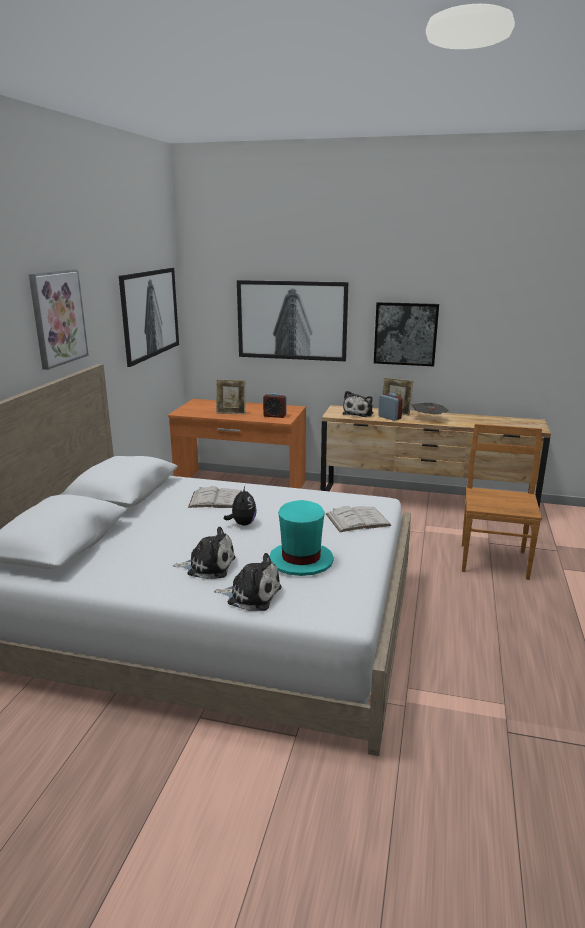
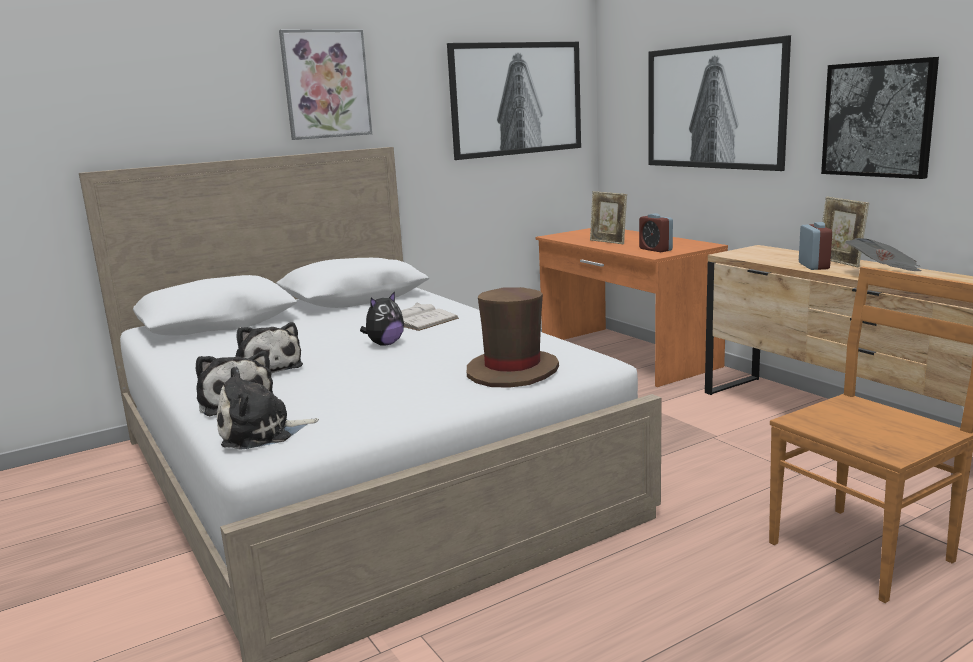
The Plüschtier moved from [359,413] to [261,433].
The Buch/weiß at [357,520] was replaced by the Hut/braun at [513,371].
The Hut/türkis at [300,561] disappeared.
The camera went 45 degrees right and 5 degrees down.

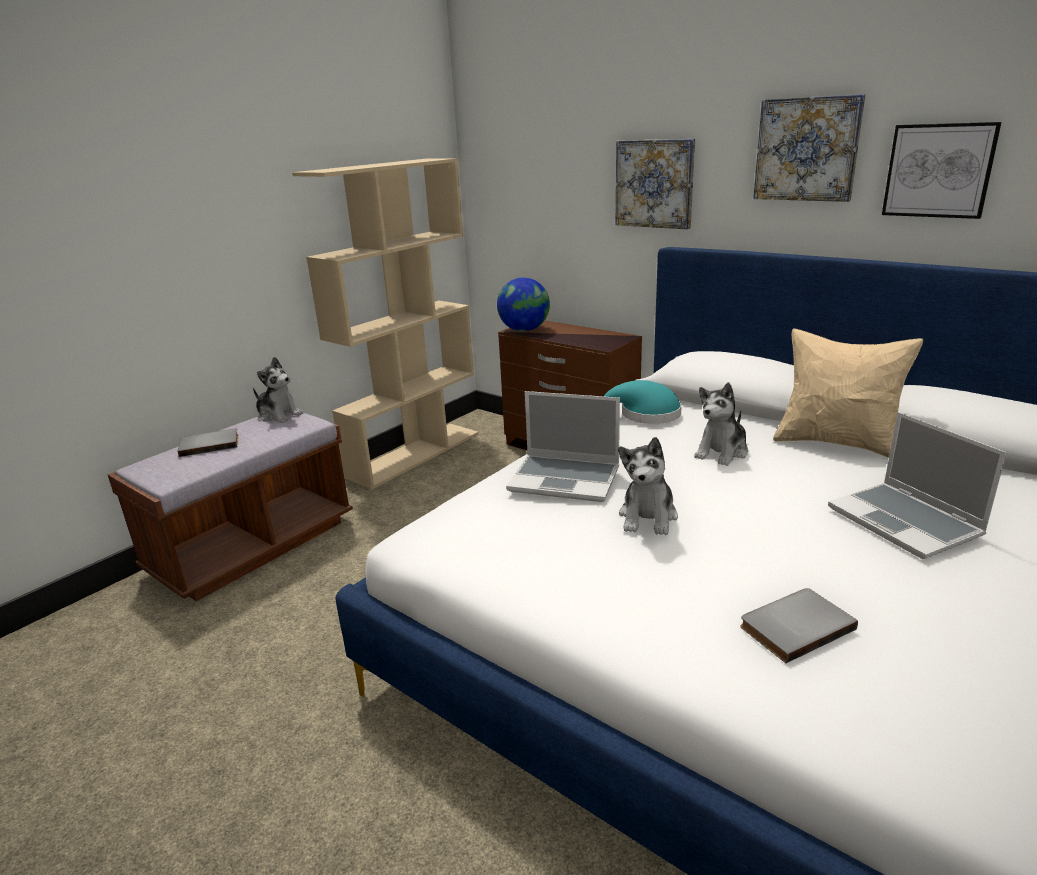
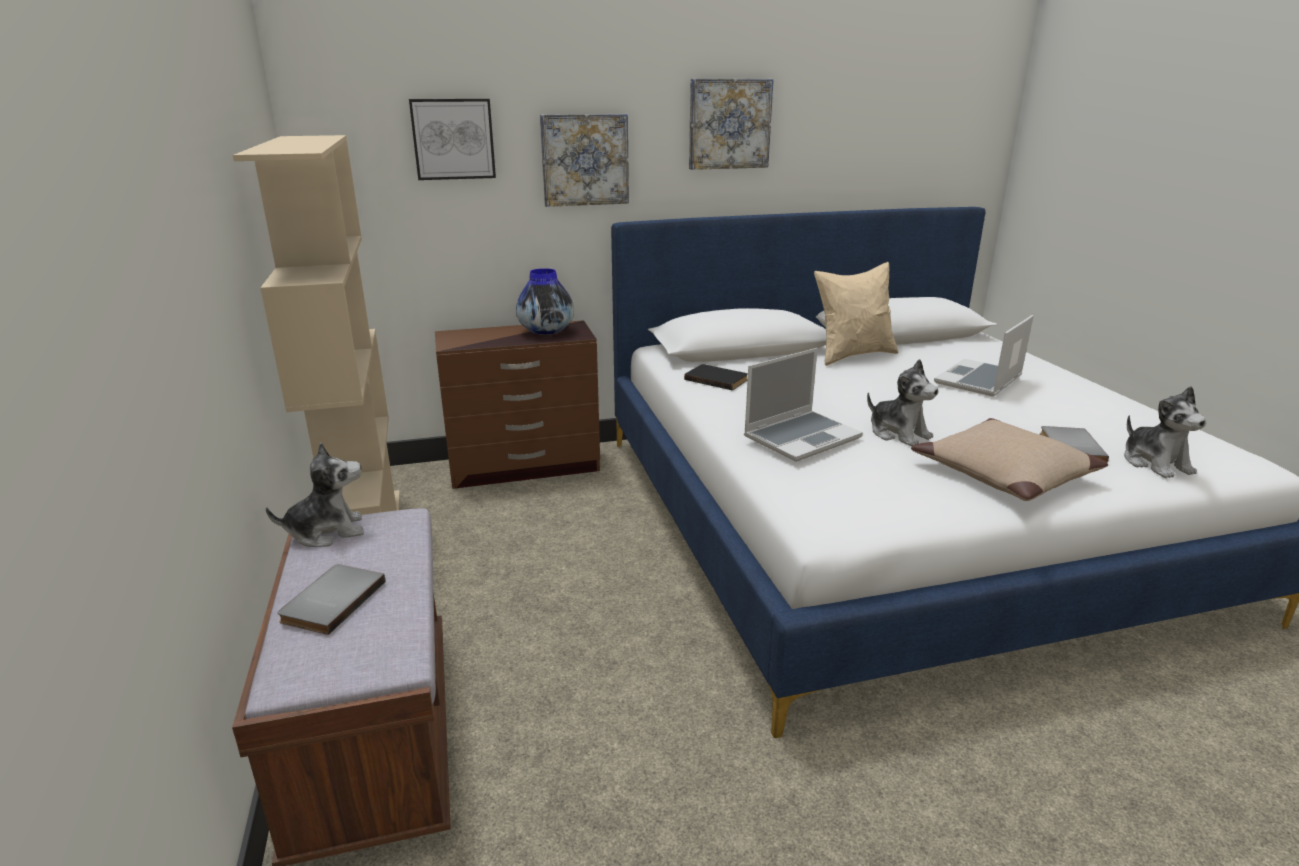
The Bild moved from [938,170] to [453,139].
The Vase at [546,331] appeared.
The Hut/türkis at [645,415] was replaced by the Buch/schwarz at [717,379].
The Kissen/beige at [1002,474] appeared.
The Laptop at [906,522] turned 120 degrees clockwise.
The Plüschtier moved from [722,452] to [1155,463].
The Globus at [524,330] disappeared.
The camera went 55 degrees left and 0 degrees up.

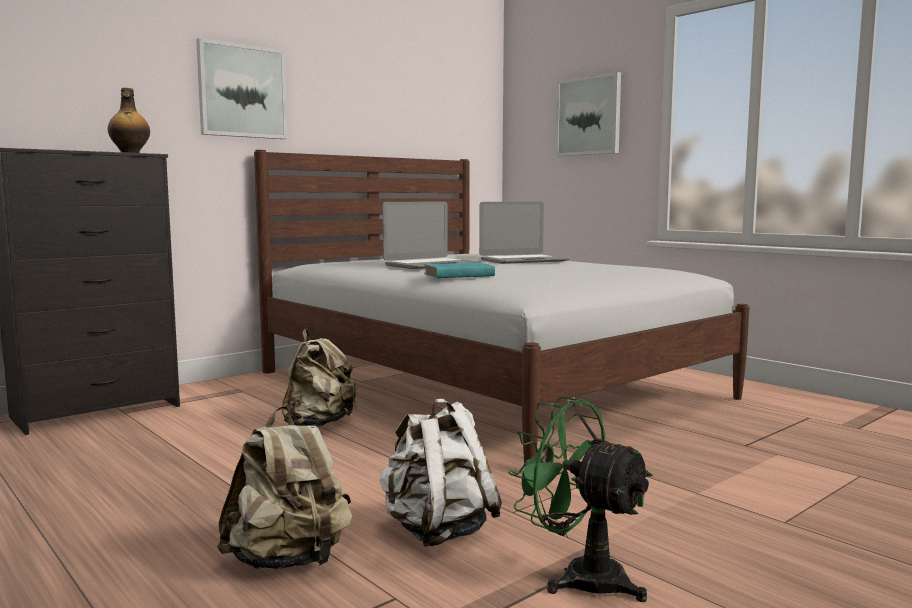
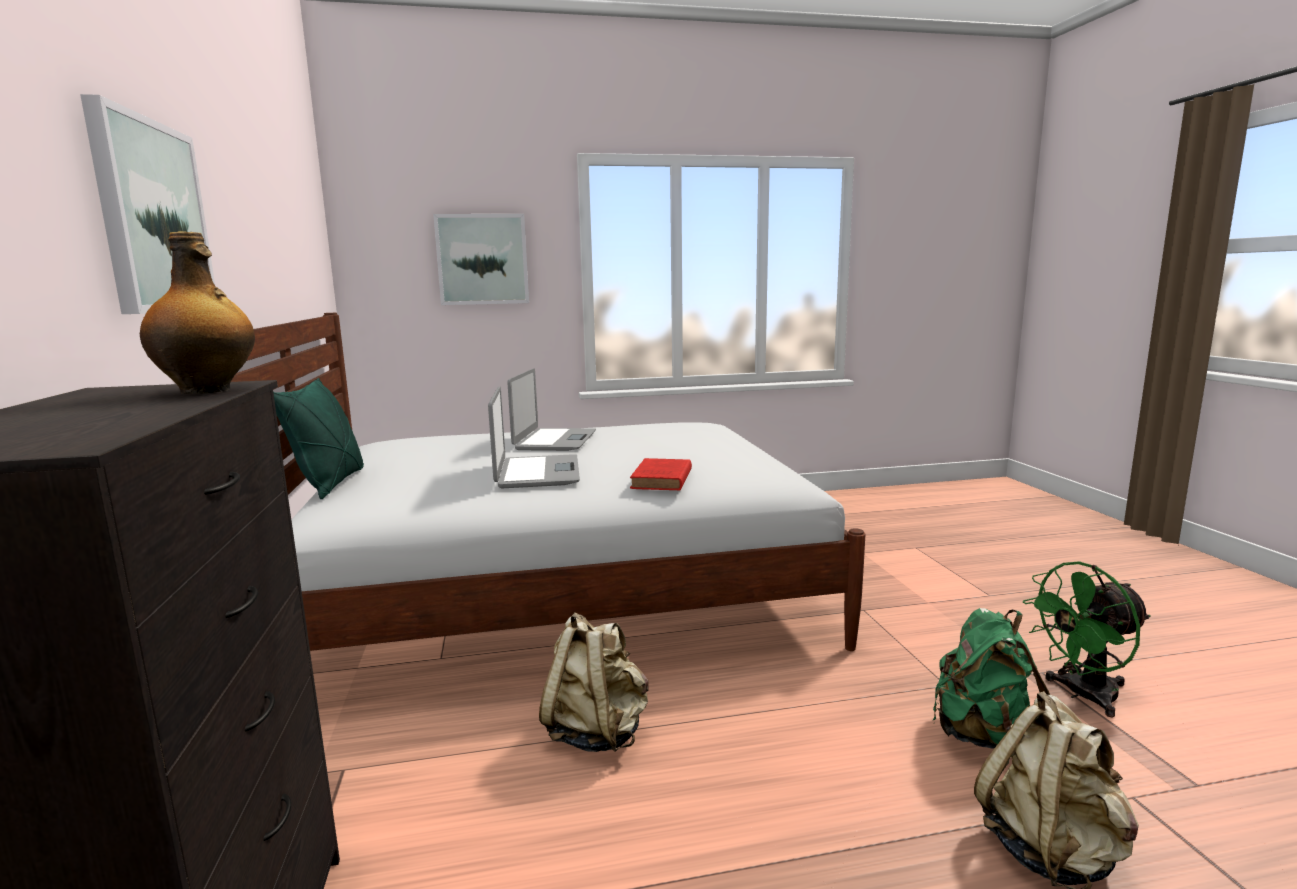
The Kissen/grün at [330,484] appeared.
The Buch/türkis at [457,275] became the Buch/rot at [661,480].
The Rucksack/weiß at [437,530] became the Rucksack/grün at [982,735].
The camera went 60 degrees left and 5 degrees up.

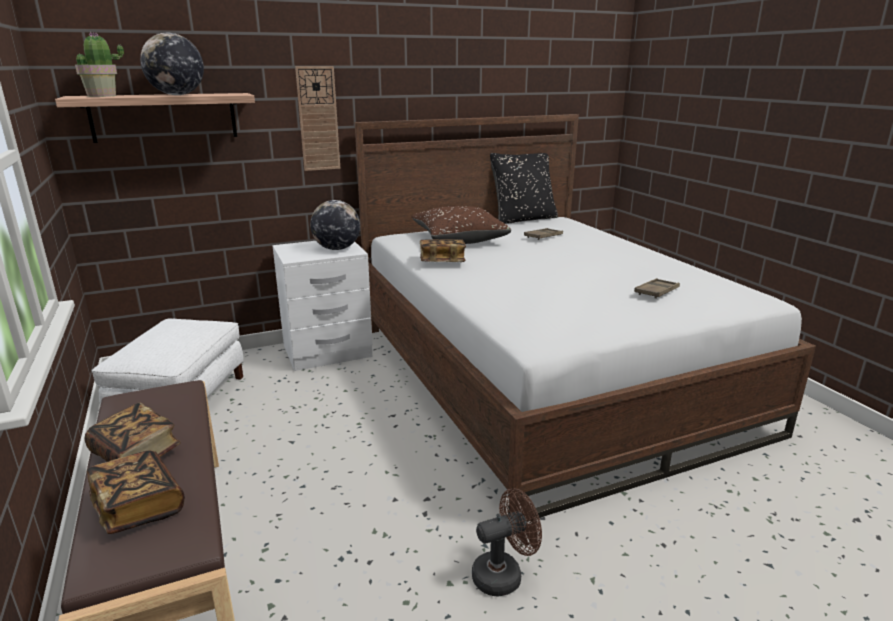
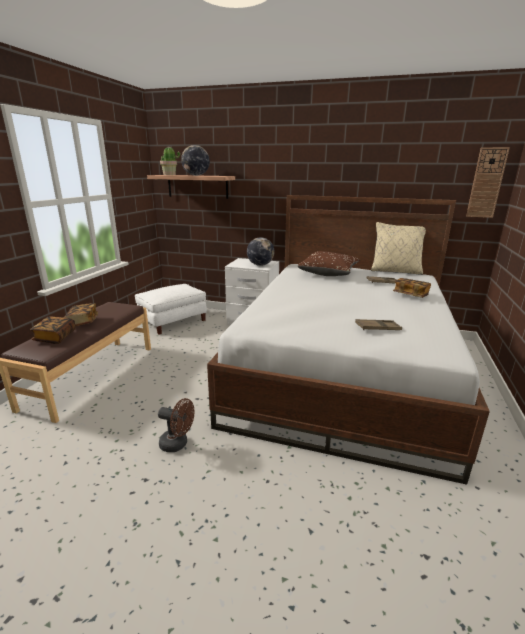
The Kissen/schwarz at [523,219] became the Kissen/beige at [395,271].
The Buch moved from [442,262] to [410,295].
The Wanduhr moved from [318,119] to [486,183].
The camera went 40 degrees right and 0 degrees up.

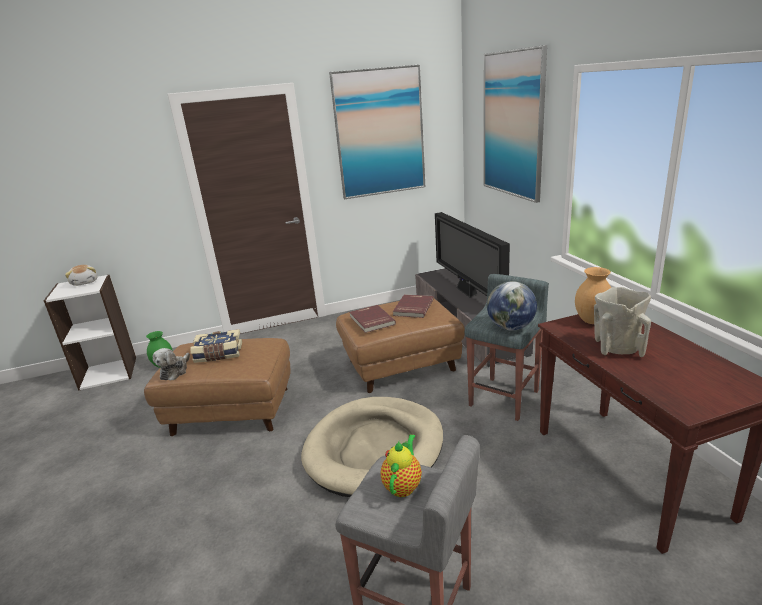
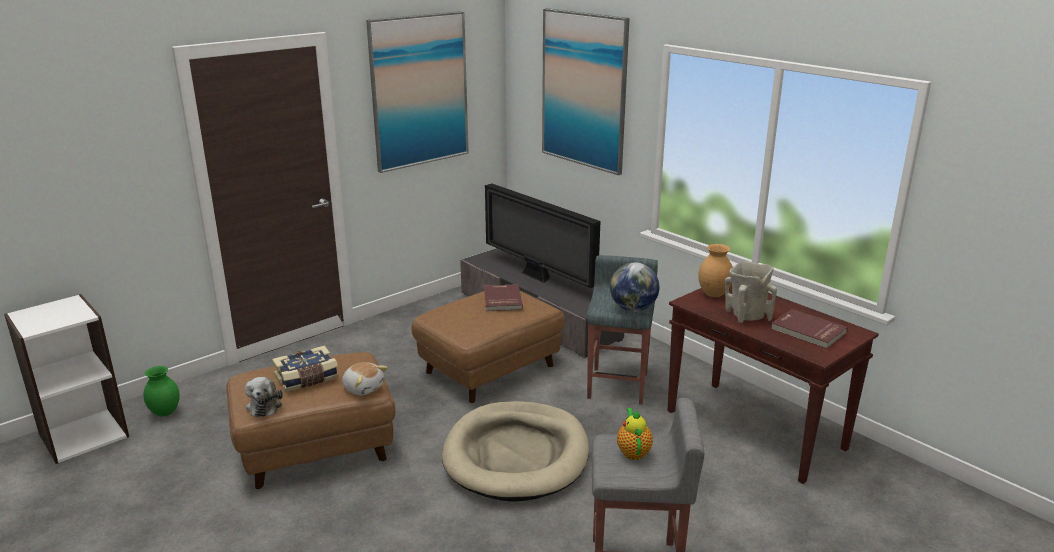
The Plüschtier moved from [85,282] to [363,388].
The Buch/rot moved from [371,320] to [807,331].
The camera went 25 degrees left and 0 degrees up.

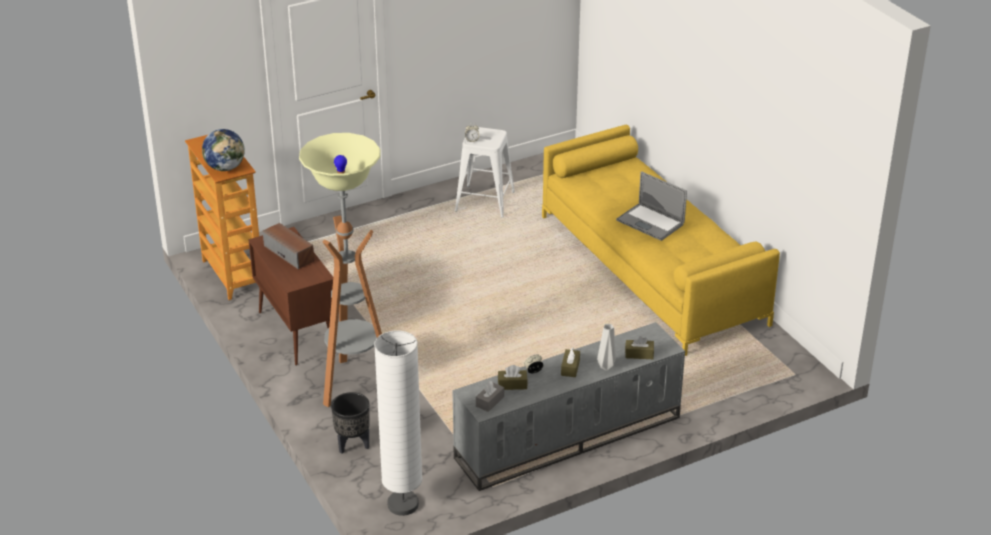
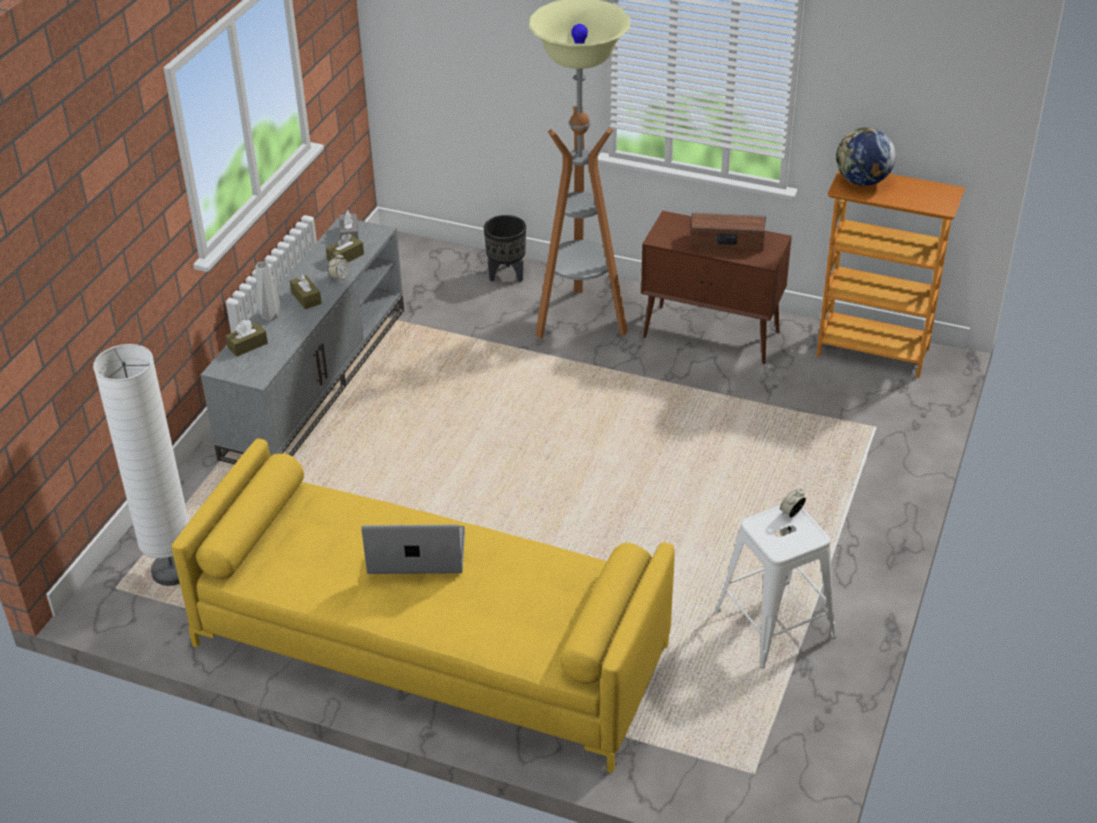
The Stehlampe/weiß moved from [403,504] to [172,571].
The camera went 140 degrees right and 5 degrees up.

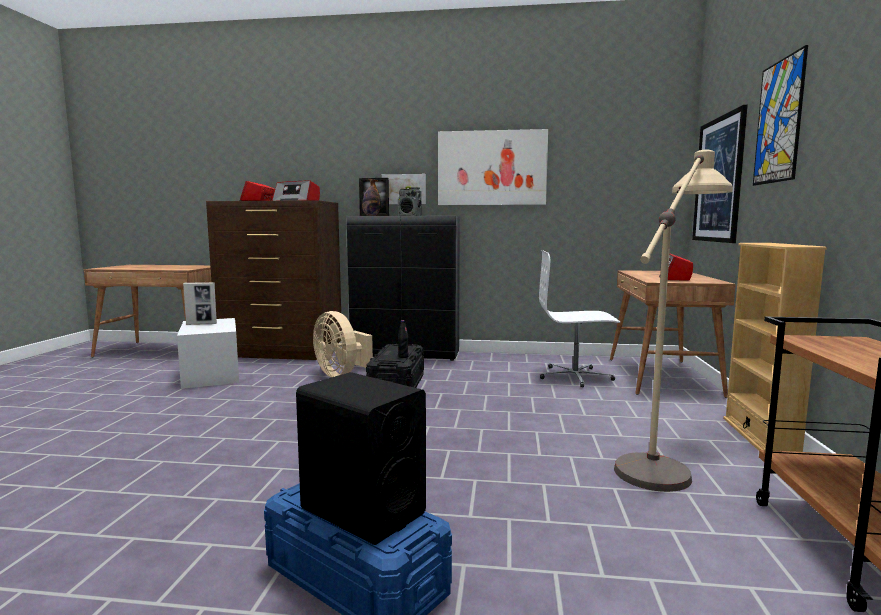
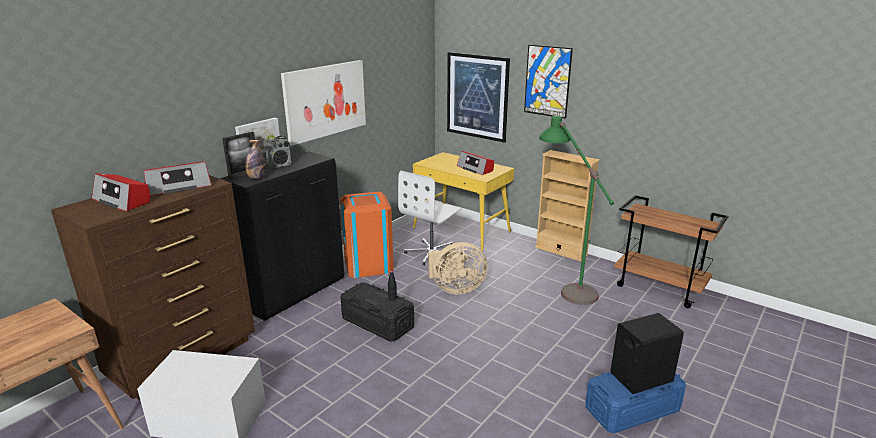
The Mülleimer/orange at [368,265] appeared.
The Schreibtisch/braun at [662,377] became the Schreibtisch/gelb at [462,230].
The Ventilator/beige moved from [341,374] to [455,289].
The Stehlampe/beige at [666,455] became the Stehlampe/grün at [564,282].
The Bilderrahmen at [201,324] disappeared.
The camera went 60 degrees left and 15 degrees up.

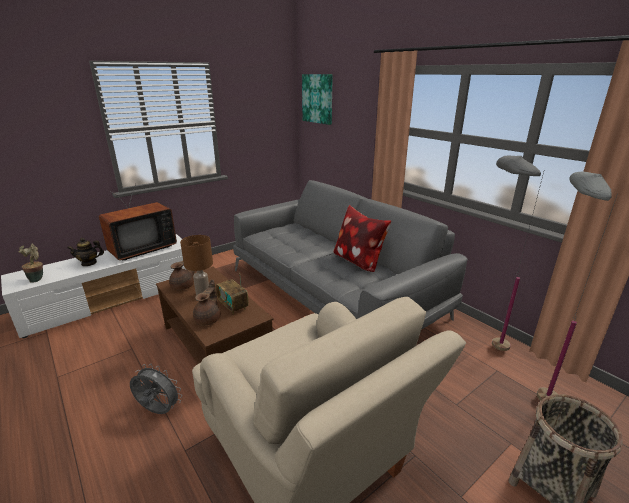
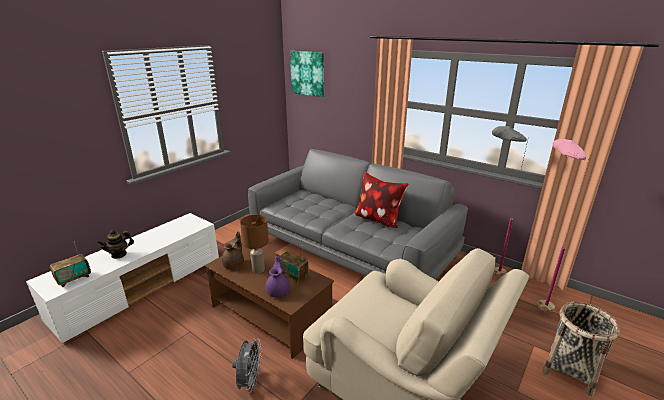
The Topfpflanze at [38,279] was replaced by the Radio at [74,279].
The Ventilator/grau at [158,411] turned 90 degrees clockwise.
The Teekanne/braun at [208,319] became the Teekanne/lila at [278,290].
The Stehlampe/grau at [533,389] became the Stehlampe/rosa at [533,302].
The Fernseher at [141,249] disappeared.
The camera went 15 degrees left and 0 degrees up.

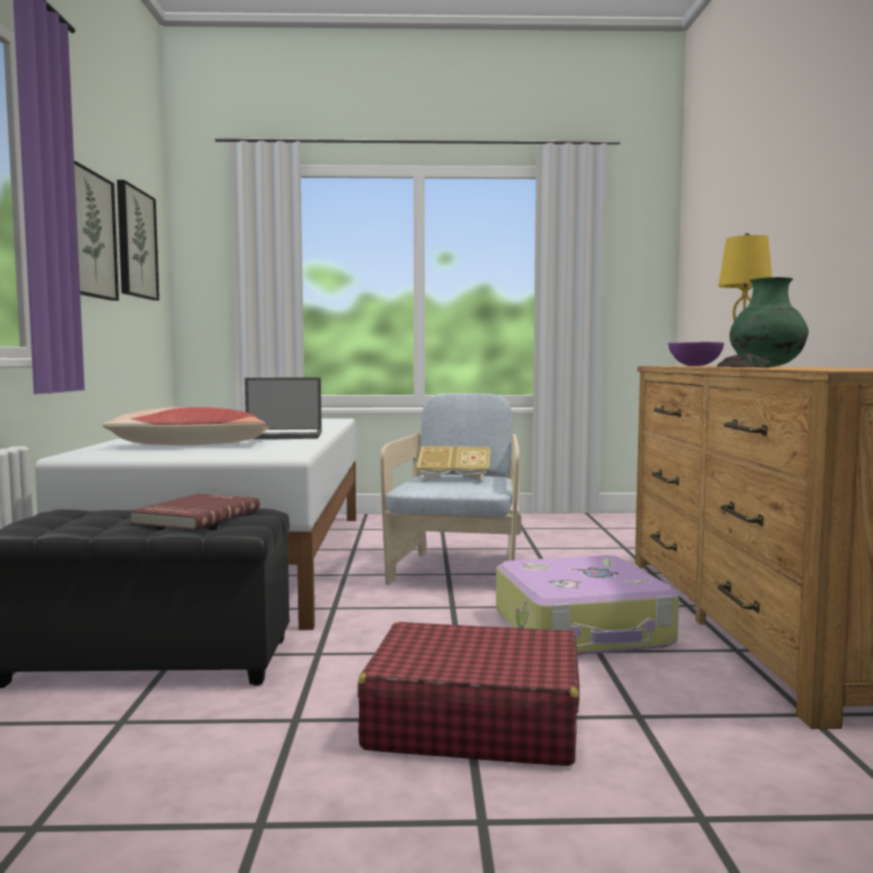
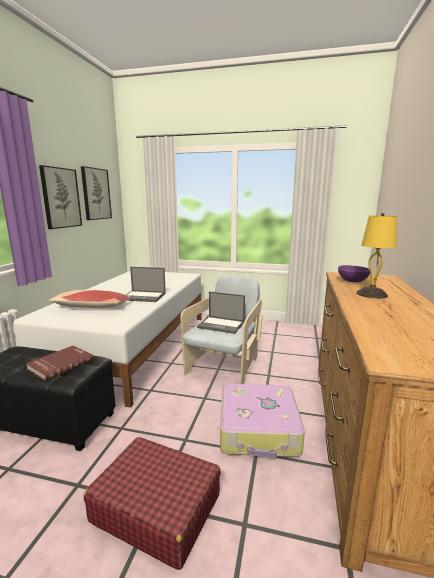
The Buch at [454,479] was replaced by the Laptop at [222,325].
The Vase/grün at [766,367] disappeared.
The camera went 15 degrees right and 10 degrees up.

